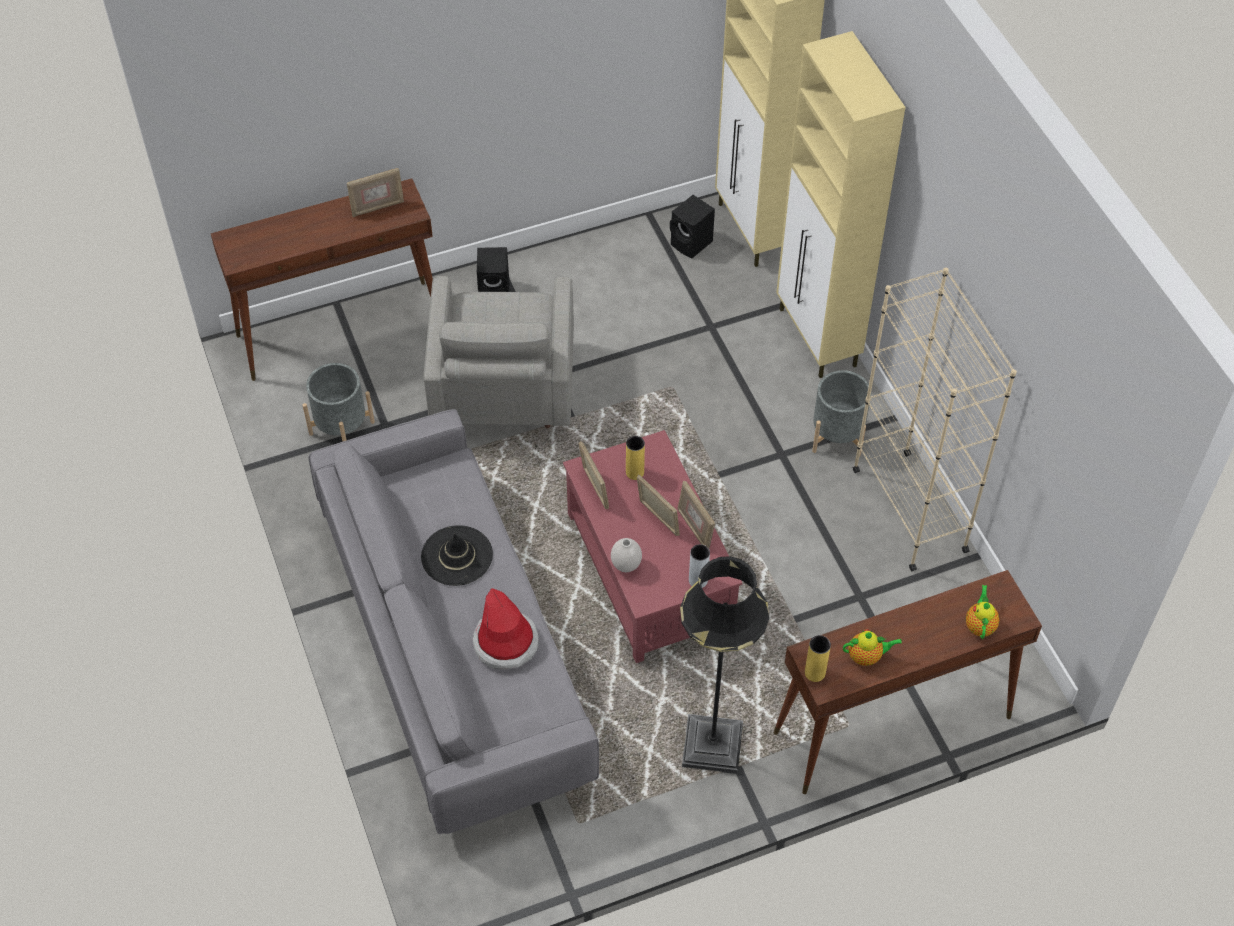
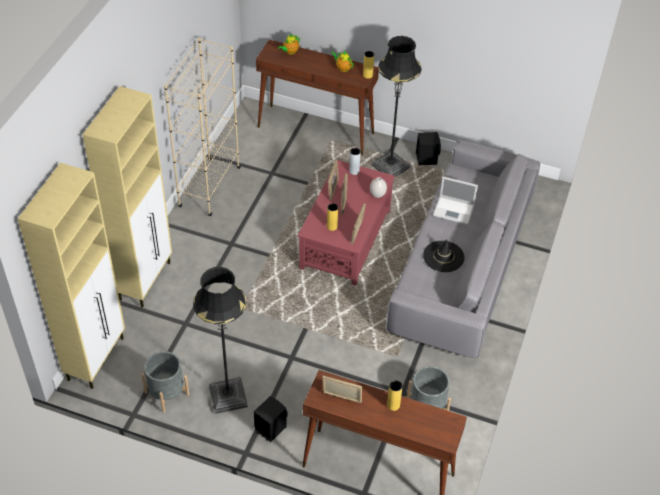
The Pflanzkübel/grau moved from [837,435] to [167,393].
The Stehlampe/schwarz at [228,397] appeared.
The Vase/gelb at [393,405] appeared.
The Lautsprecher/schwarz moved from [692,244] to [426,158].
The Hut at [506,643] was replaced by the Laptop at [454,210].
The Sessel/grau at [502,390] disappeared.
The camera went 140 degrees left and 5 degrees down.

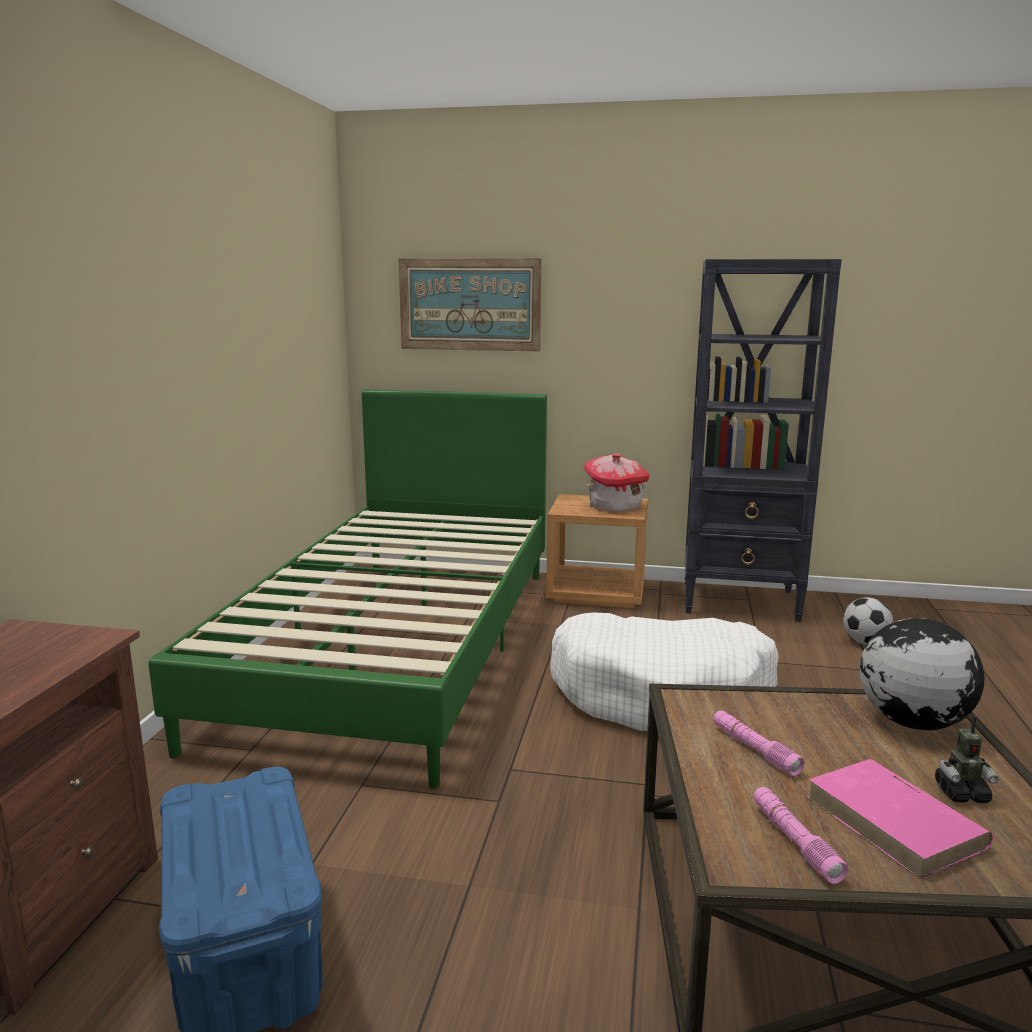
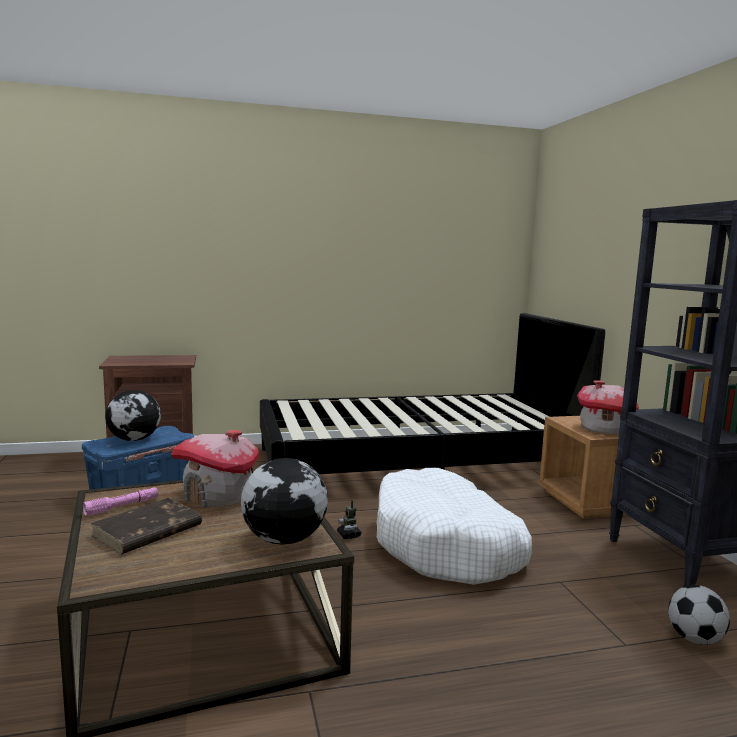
The Buch/rosa at [895,823] became the Buch/braun at [146,531].
The Globus at [135,439] appeared.
The Taschenlampe/rosa at [754,750] was replaced by the Spielzeughaus at [218,496].
The Bett/grün at [398,645] became the Bett/schwarz at [416,464].
The Spielzeugroboter moved from [961,793] to [349,535].
The Bild at [470,304] disappeared.
The camera went 65 degrees right and 5 degrees down.

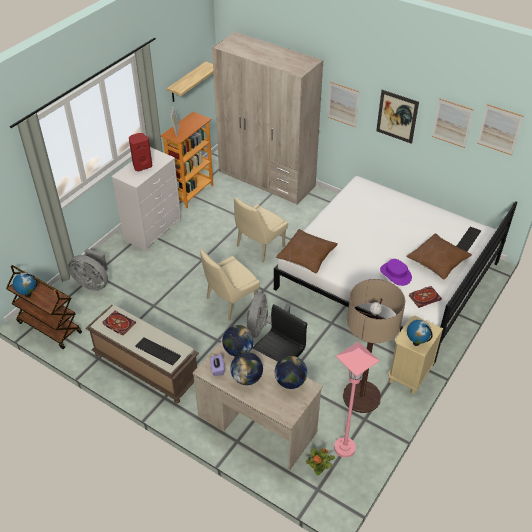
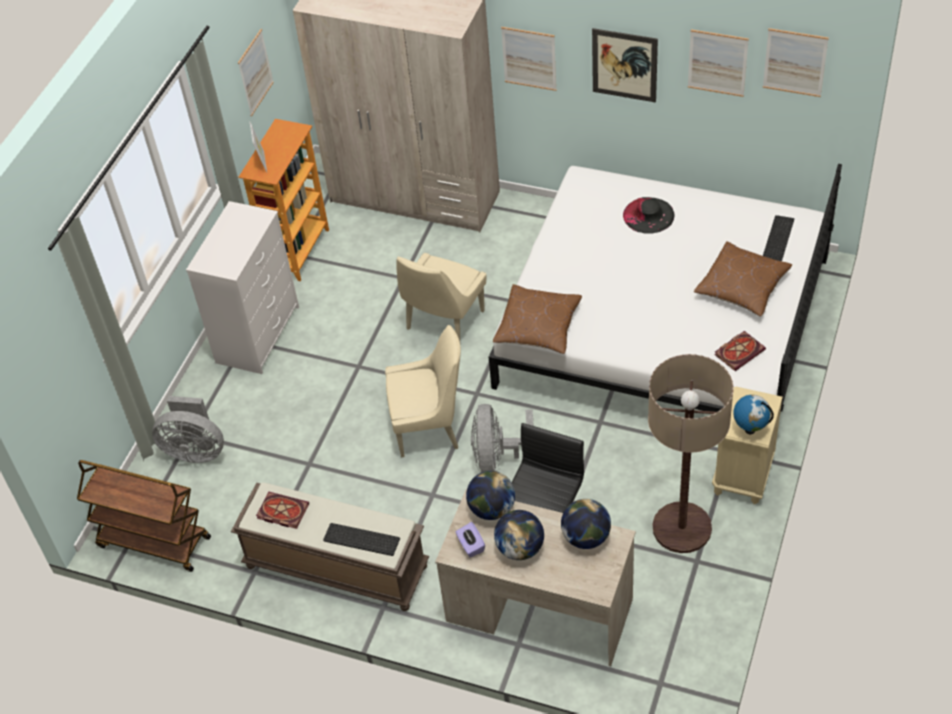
The Wandregal at [187,82] was replaced by the Bild at [255,72].
The Stuhl/beige at [230,302] turned 135 degrees counterclockwise.
The Hut/schwarz at [648,215] appeared.
The Globus at [28,294] disappeared.
The Lautsprecher/rot at [142,166] disappeared.
The Topfpflanze at [319,469] disappeared.
The Stehlampe/rosa at [344,448] disappeared.
The Hut/lila at [395,274] disappeared.
The camera went 10 degrees left and 5 degrees up.

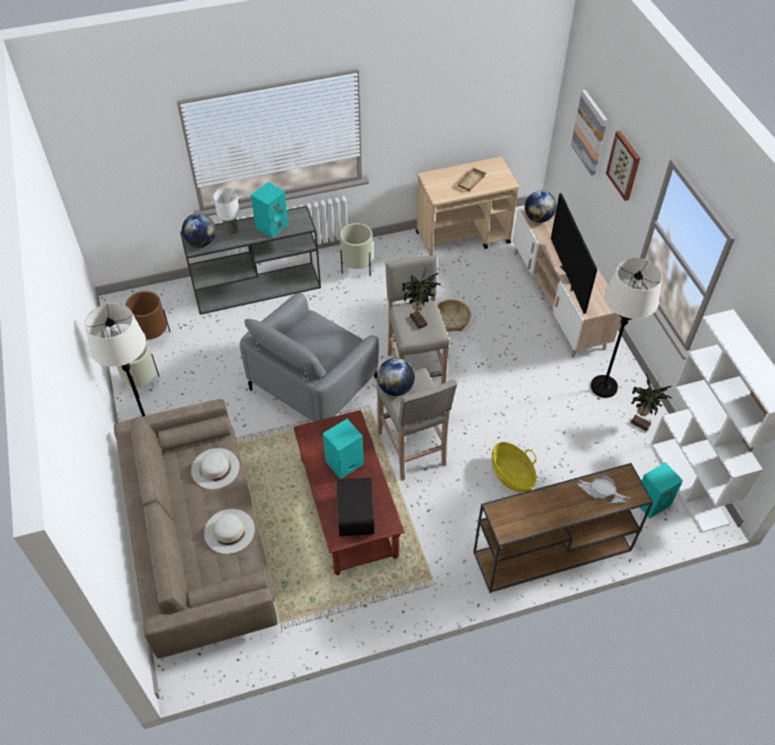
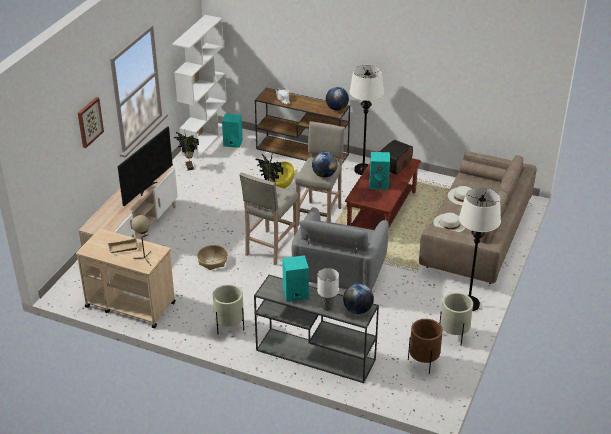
The Tischlampe/beige at [145,259] appeared.
The Sessel/grau at [313,383] turned 120 degrees clockwise.
The Globus moved from [538,218] to [337,108].
The Stehlampe/weiß moved from [603,386] to [363,170].
The Bild at [590,133] disappeared.
The camera went 140 degrees left and 15 degrees down.

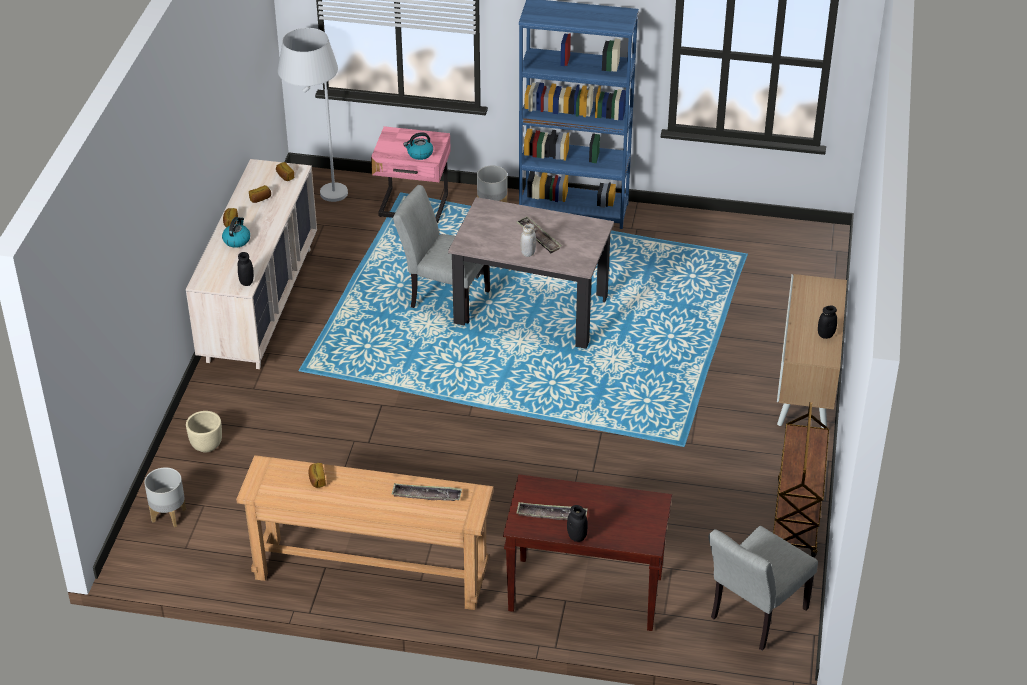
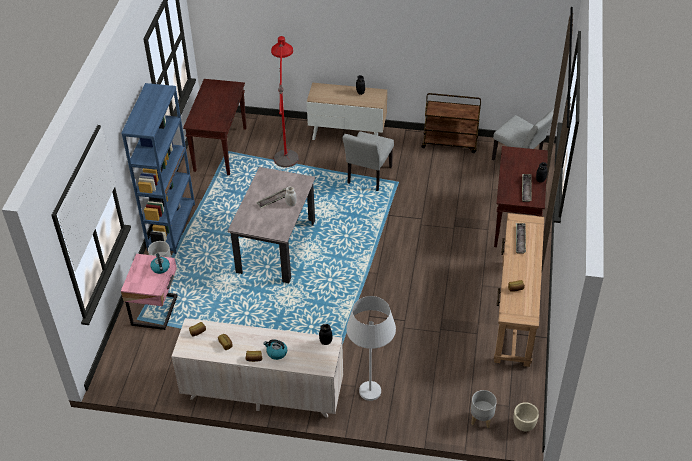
The Konsolentisch/braun at [220,149] appeared.
The Stehlampe/rot at [287,147] appeared.
The Stuhl/grau moved from [444,298] to [367,177].
The Stehlampe/weiß moved from [318,193] to [370,402].
The Pflanzkübel/beige moved from [206,445] to [524,425].
The camera went 90 degrees left and 5 degrees up.

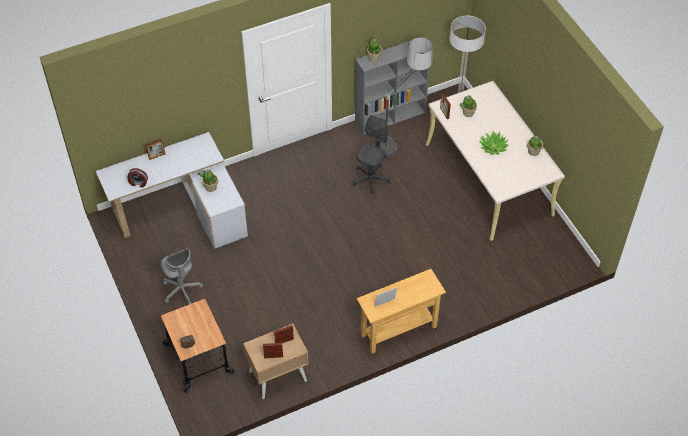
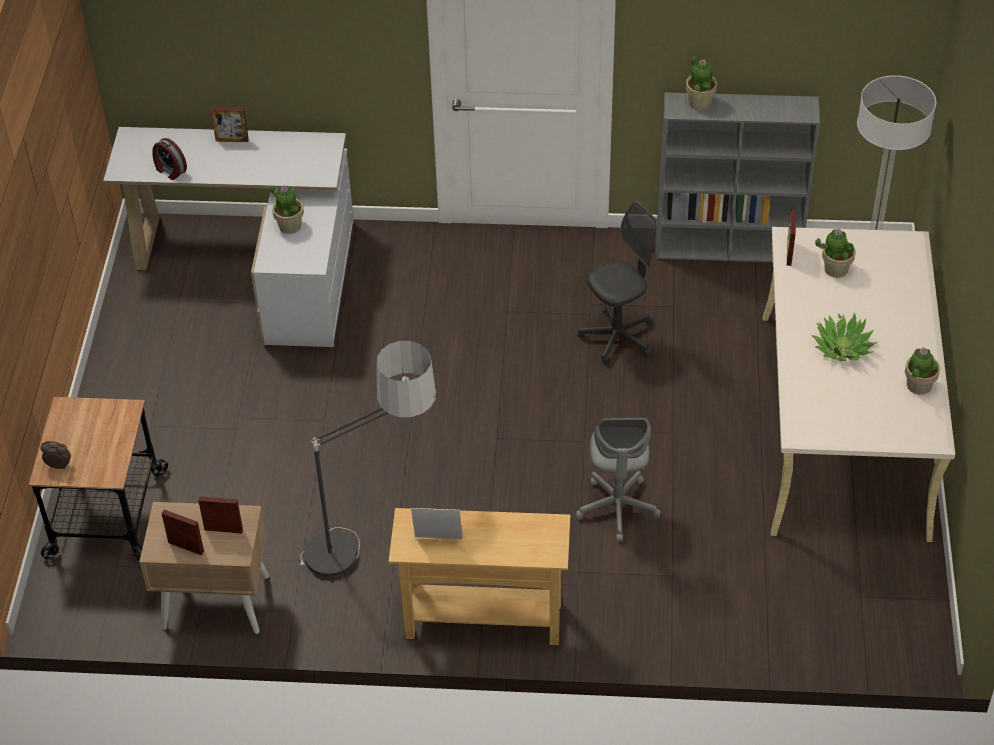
The Stehlampe moved from [399,139] to [373,548].
The Bürostuhl/grau moved from [182,290] to [617,508].
The camera went 30 degrees right and 5 degrees down.

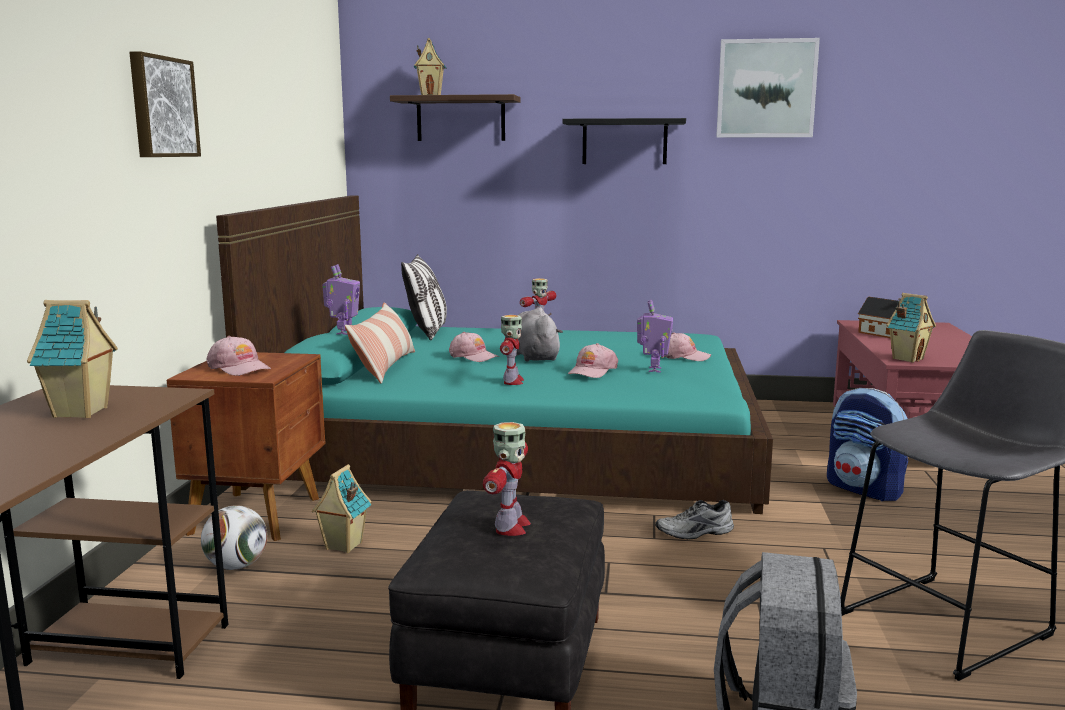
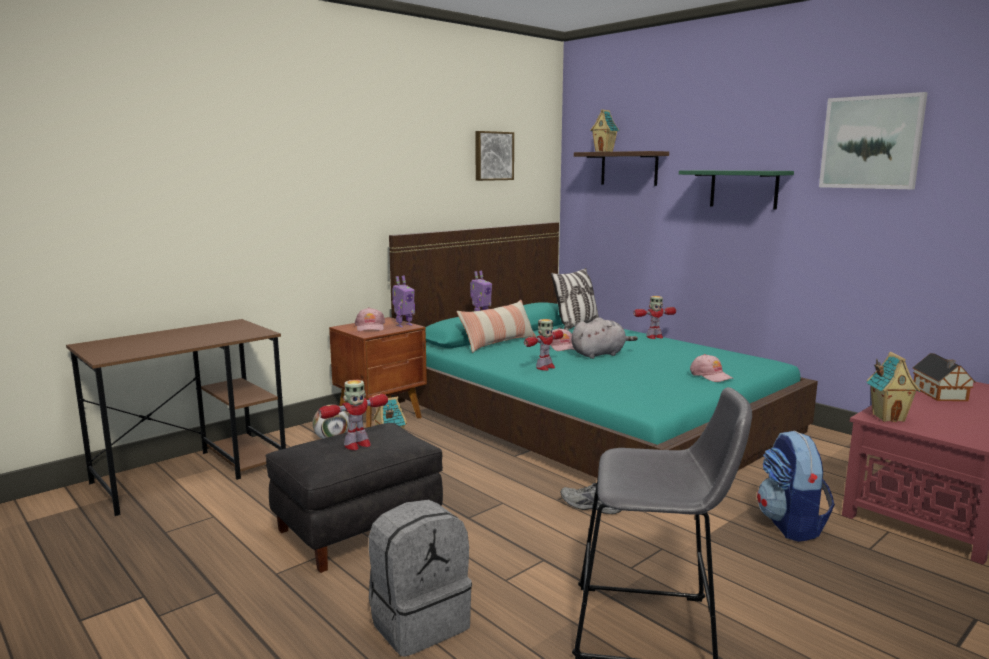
The Spielzeugroboter moved from [653,370] to [403,325].
The Bild moved from [162,107] to [493,156].
The Plüschtier/grau at [534,357] turned 45 degrees clockwise.
The Wandregal/schwarz at [624,142] became the Wandregal/grün at [743,189].
The Spielzeughaus at [81,412] disappeared.
The Kappe/rosa at [592,371] disappeared.
The camera went 40 degrees right and 0 degrees up.

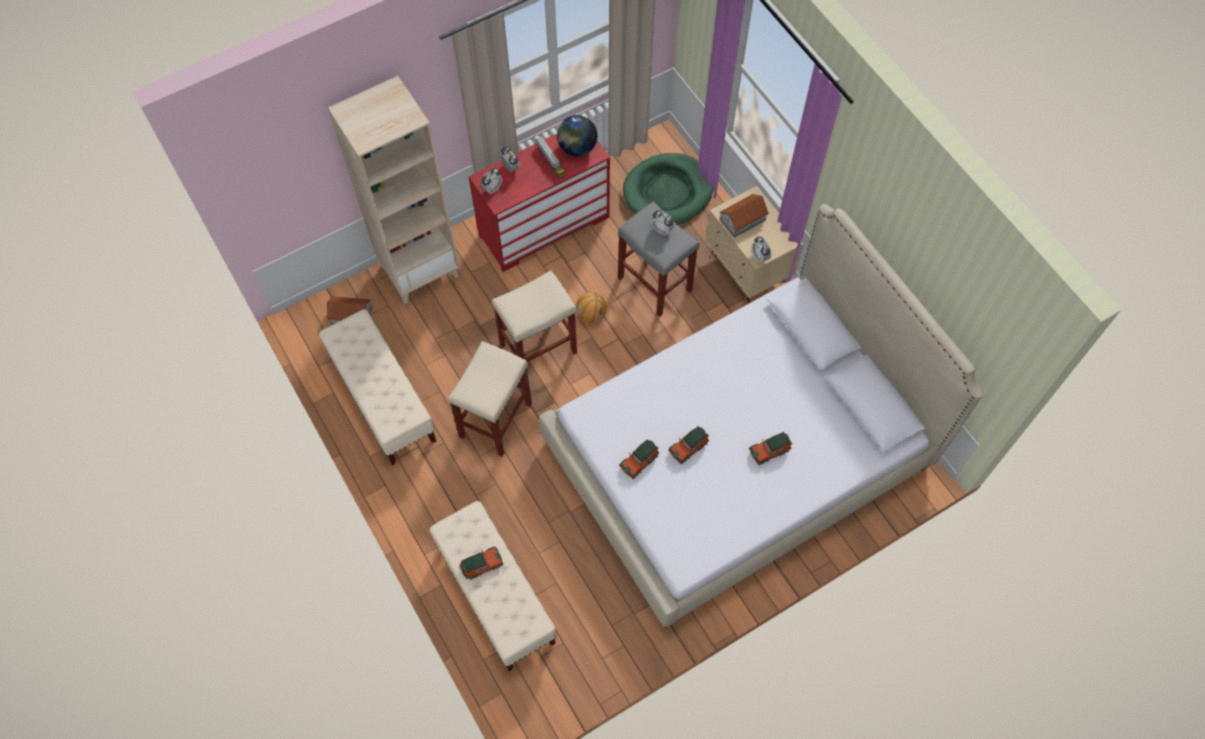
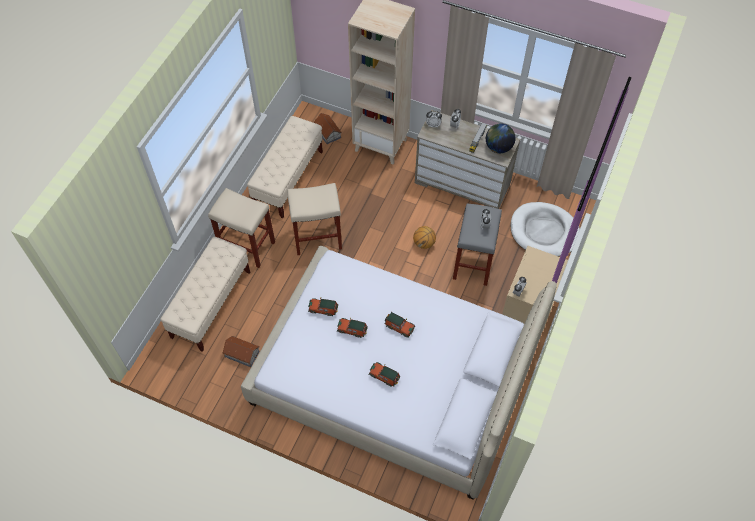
The Hocker/beige moved from [539,347] to [248,247].
The Spielzeughaus moved from [742,219] to [241,353].
The Spielzeugauto moved from [481,565] to [399,327].
The Kommode/rot at [544,225] became the Kommode/beige at [462,184].
The Hundebett/grün at [668,192] became the Hundebett/weiß at [544,232].
The camera went 55 degrees right and 5 degrees down.

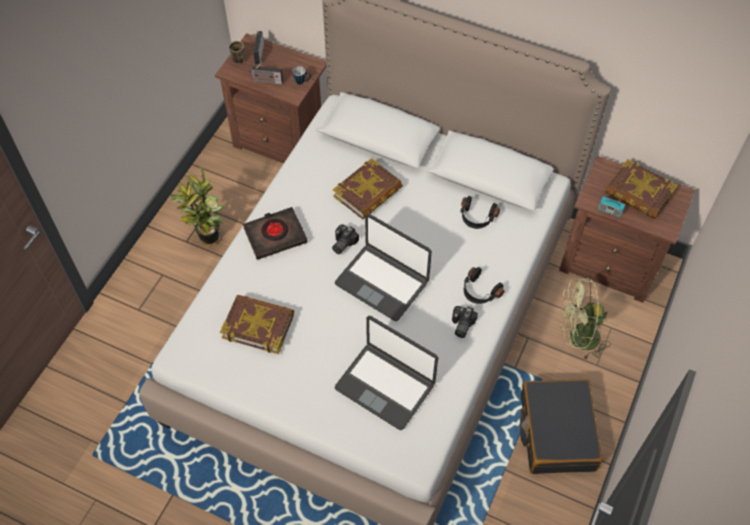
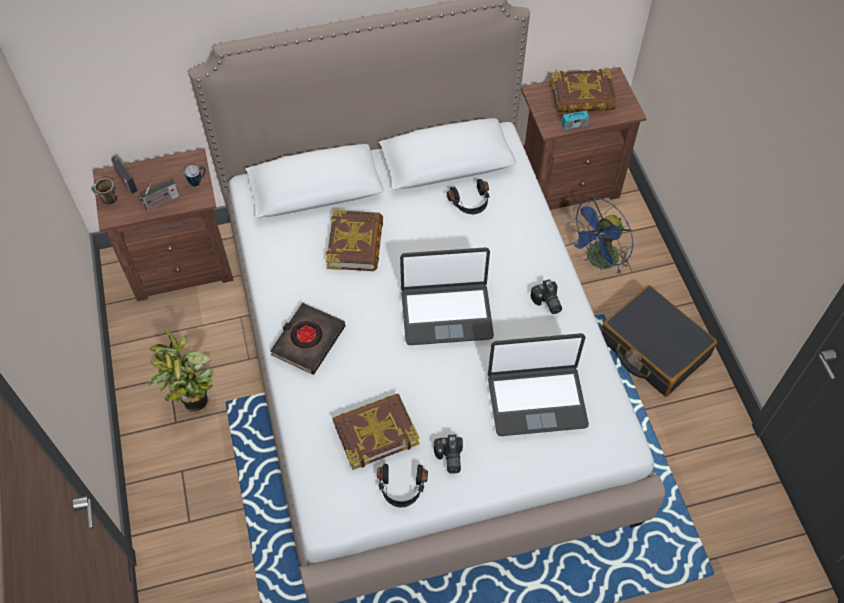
The Kopfhörer/schwarz moved from [479,291] to [401,488].
The Kamera moved from [342,243] to [448,458].
The Ventilator/grün at [577,338] became the Ventilator/blau at [598,261].
The camera went 40 degrees left and 0 degrees up.

